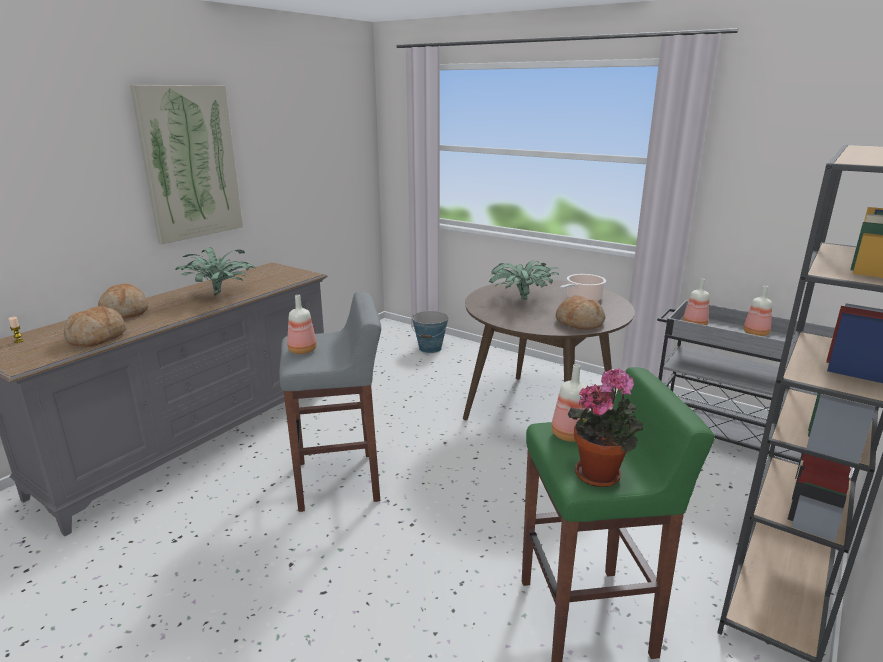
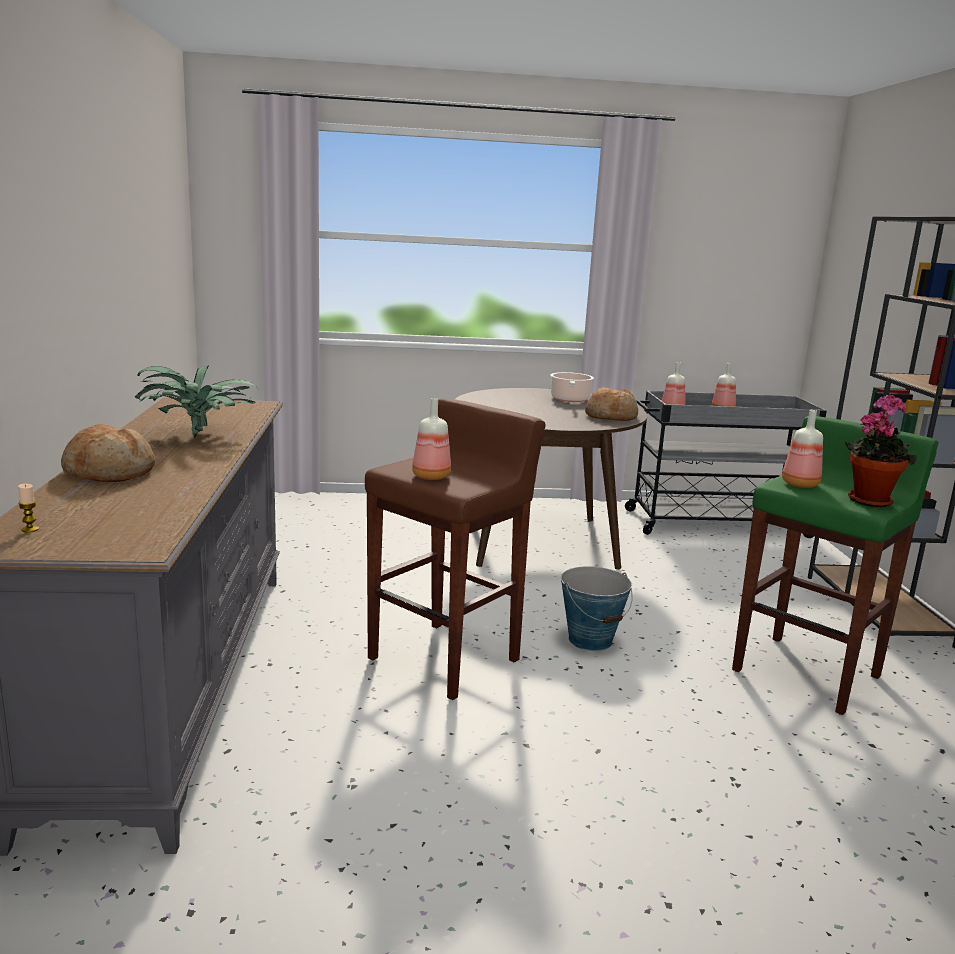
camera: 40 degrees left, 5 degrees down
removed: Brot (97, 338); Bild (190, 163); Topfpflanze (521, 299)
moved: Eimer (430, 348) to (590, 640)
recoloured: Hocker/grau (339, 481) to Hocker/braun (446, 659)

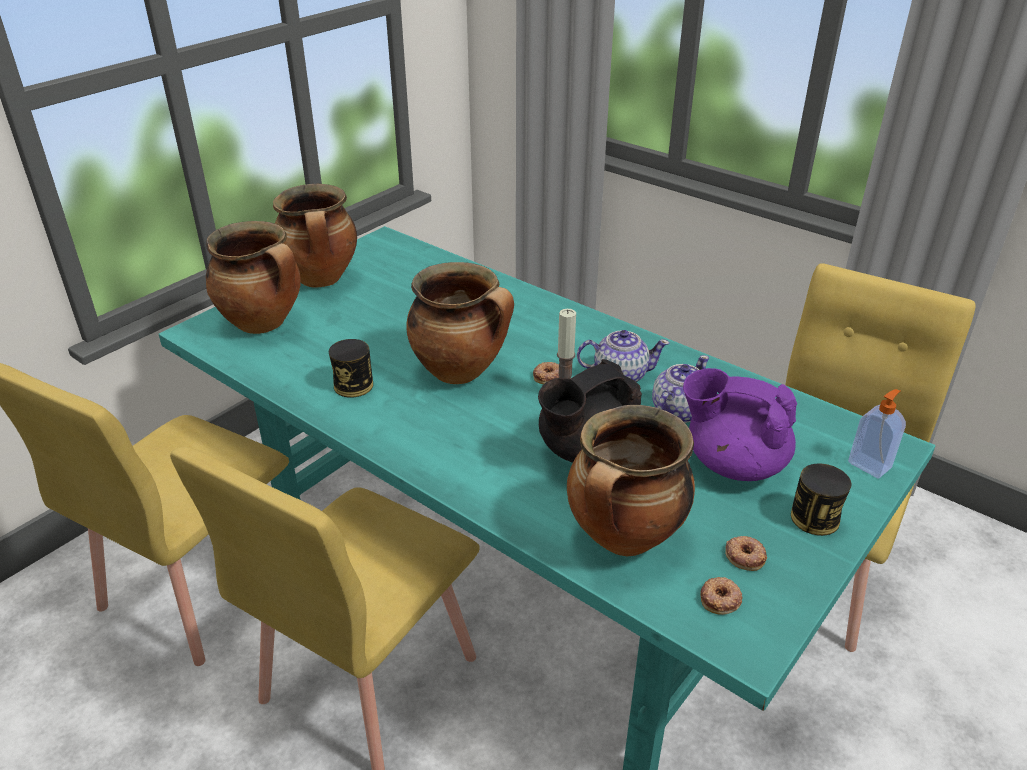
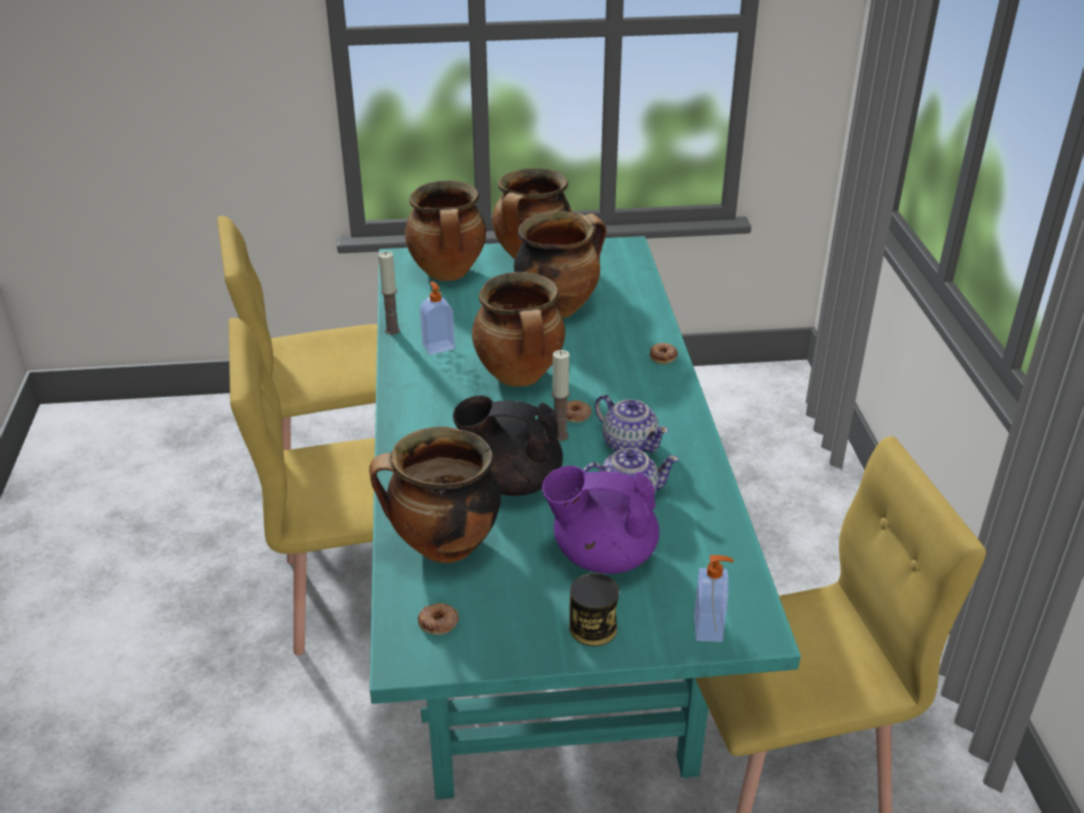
camera: 45 degrees right, 0 degrees up
added: Kerze (392, 330); Kochtopf (558, 307)
moved: Donut (745, 556) to (663, 356)
replaced: Dose (353, 385) to Seifenspender (438, 347)
turned: Teekanne/lila (733, 463) = (602, 554) 60 degrees counterclockwise

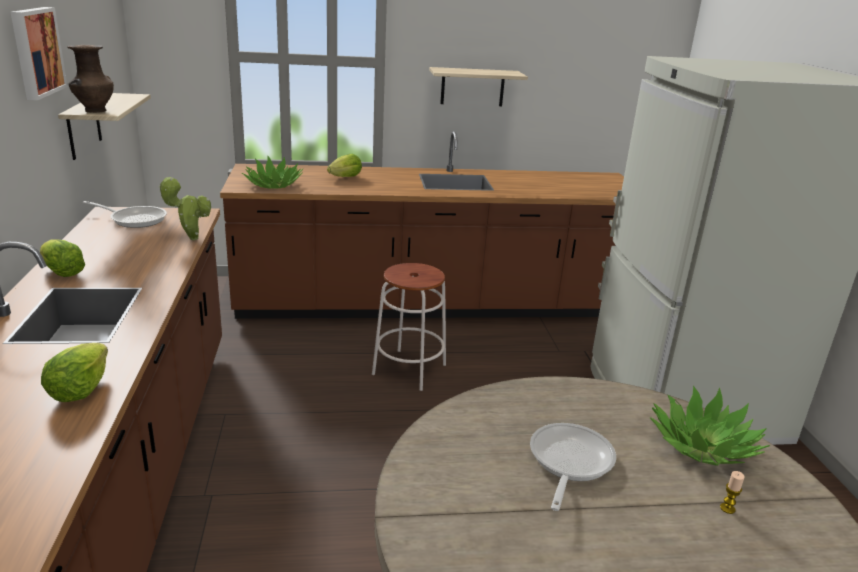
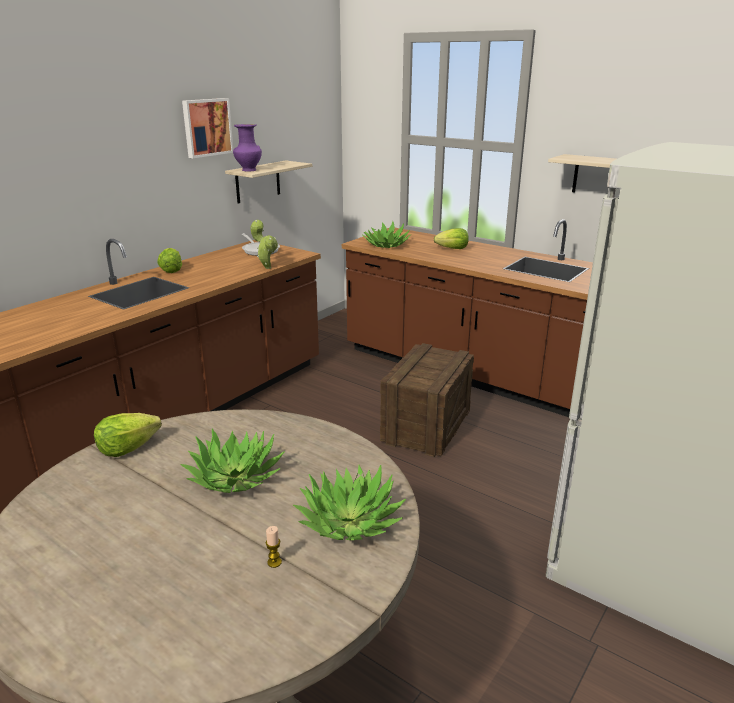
camera: 45 degrees right, 0 degrees up
moved: Salatkopf (79, 390) to (127, 448)
replaced: Pfanne (568, 463) to Topfpflanze (235, 477); Hocker/weiß (409, 369) to Kiste (426, 426)
recoloured: Vase/braun (94, 111) to Vase/lila (248, 170)

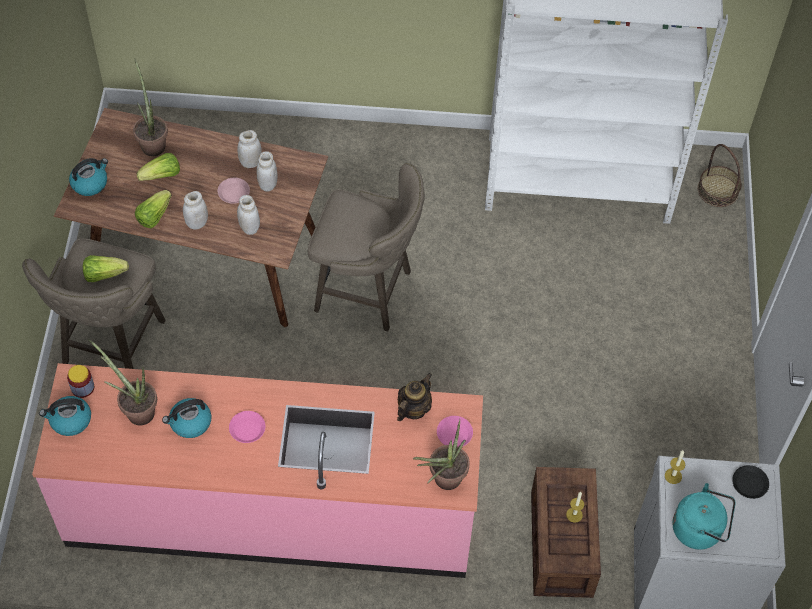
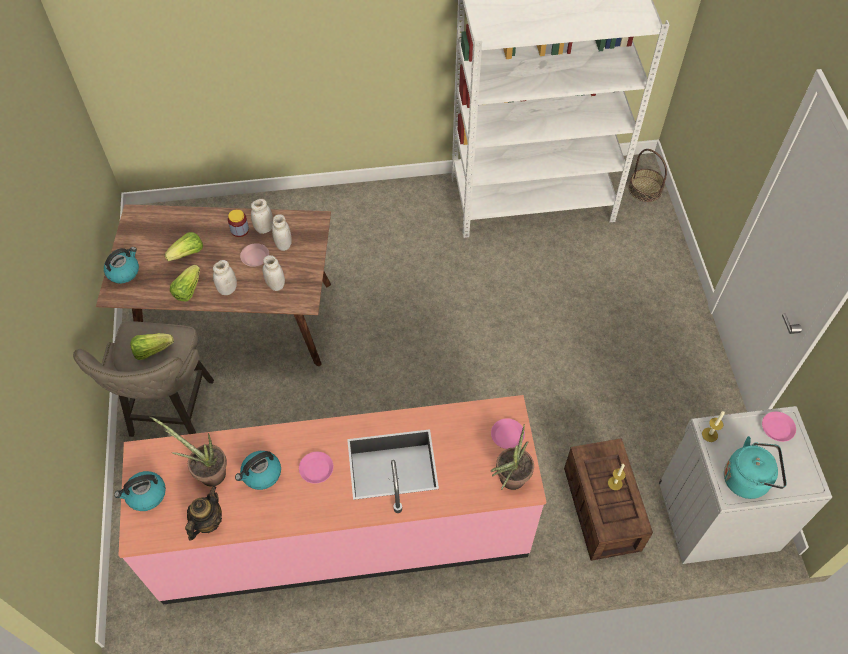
camera: 10 degrees left, 0 degrees up
removed: Topfpflanze (152, 143); Hocker/beige (368, 292)
moved: Teekanne (413, 409) to (207, 522); Vorratsglas (82, 387) to (240, 230)
recoloured: Teller/schwarz (749, 483) to Teller/rosa (777, 428)

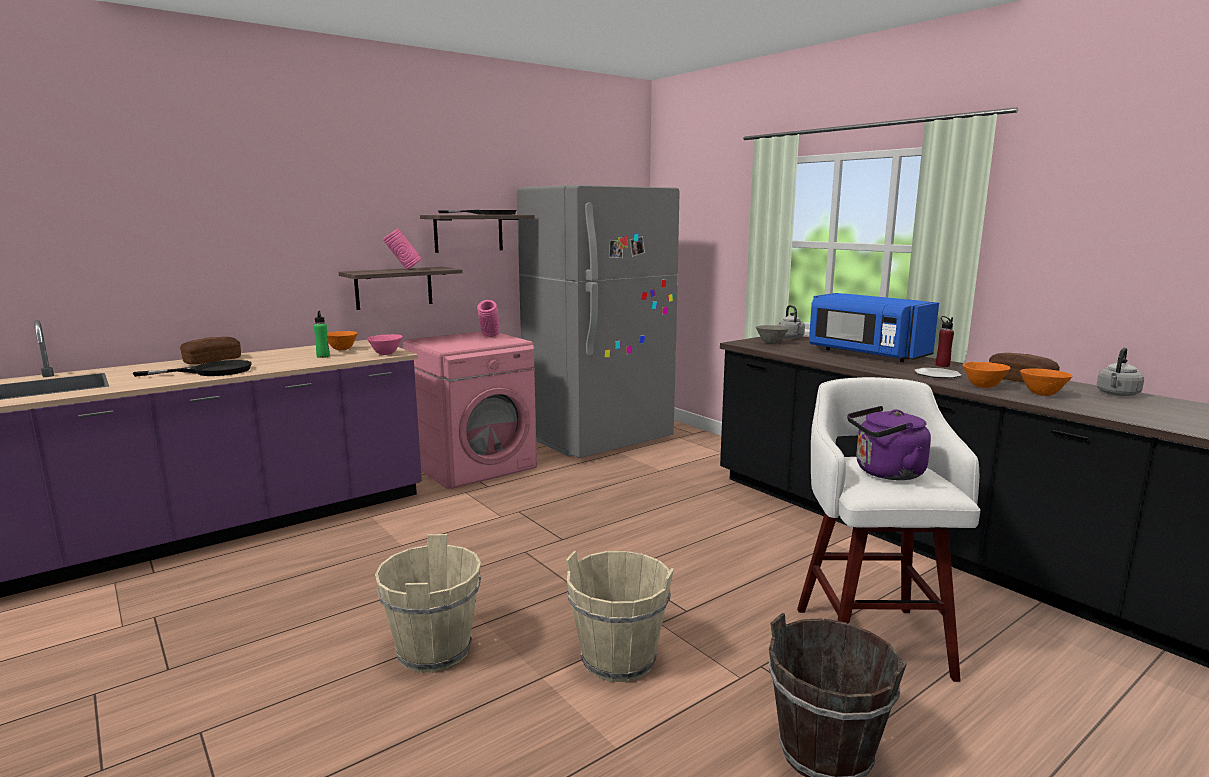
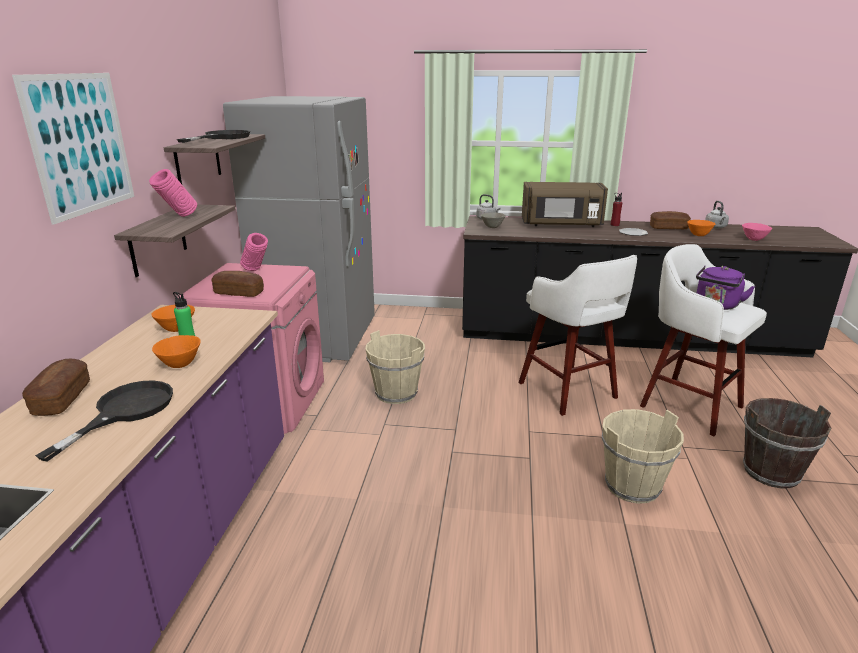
camera: 45 degrees left, 10 degrees up
added: Bild (81, 144); Brot (239, 293); Hocker/weiß (569, 392)
moved: Schüssel/orange (983, 387) to (180, 365); Eimer/beige (434, 651) to (396, 393); Schüssel/rosa (386, 354) to (754, 239)
recoloured: Mikrowelle/blau (865, 354) to Mikrowelle/braun (561, 224)

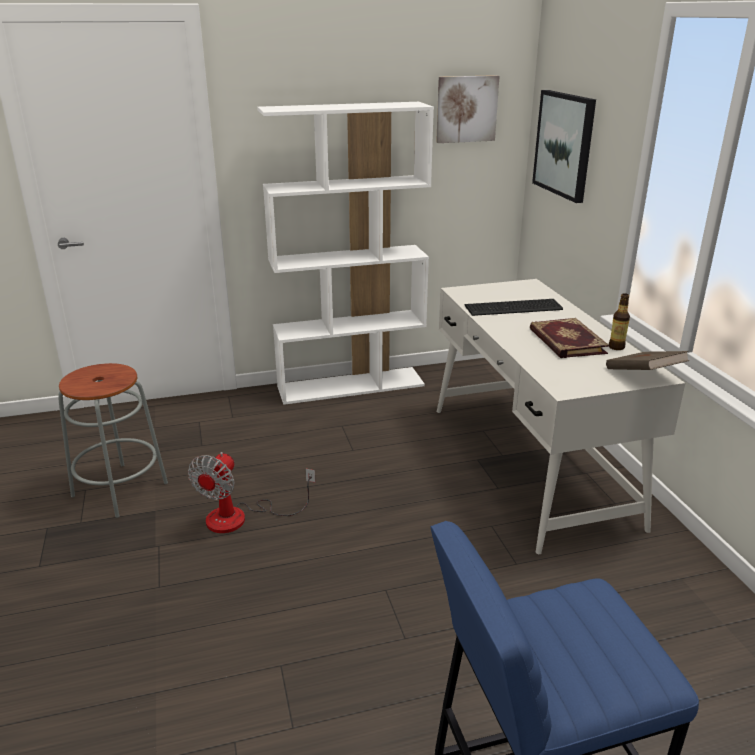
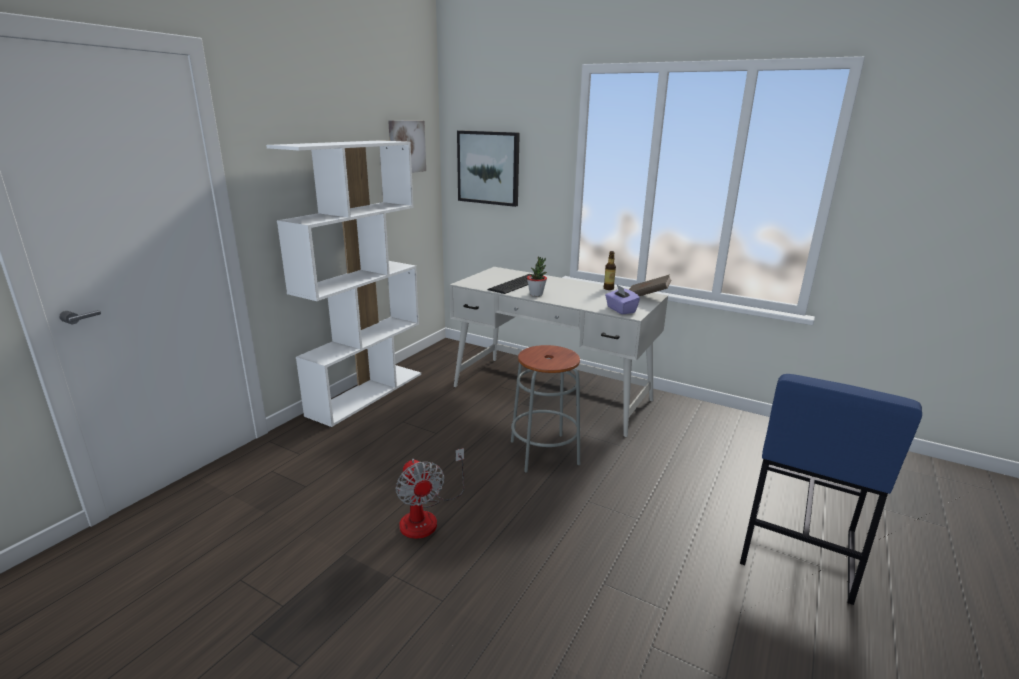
camera: 45 degrees left, 5 degrees down
removed: Buch (566, 341)
added: Topfpflanze (536, 294); Taschentuchbox/lila (620, 310)
moved: Hocker/grau (120, 489) to (544, 452)

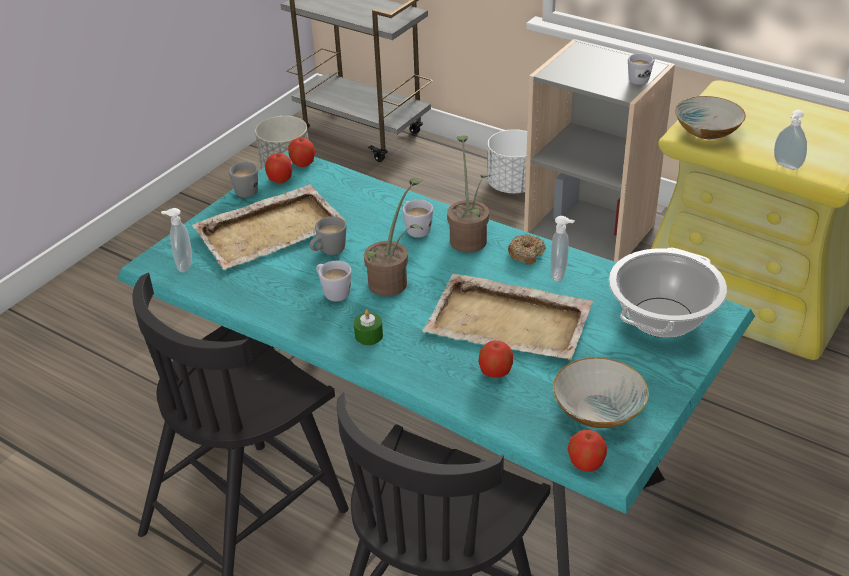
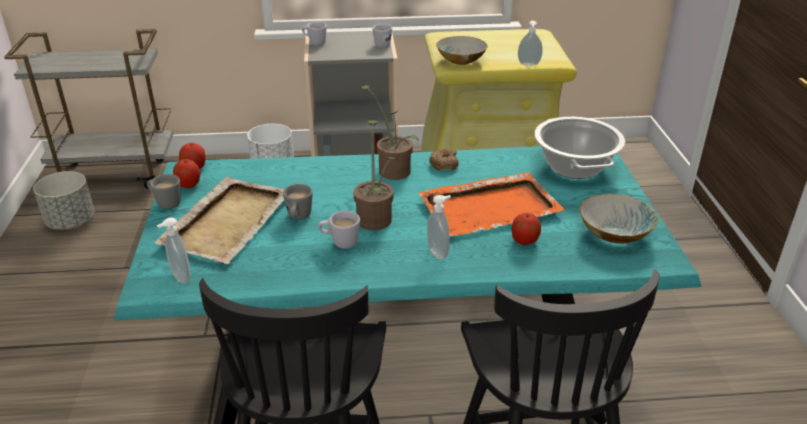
camera: 40 degrees left, 5 degrees down
removed: Kerze/grün (369, 335); Apfel (586, 464)
moved: Henkelbecher/weiß (416, 229) to (314, 42); Seifenspender (560, 274) to (439, 252)
recoloured: Tablett/beige (510, 322) to Tablett/orange (491, 207)

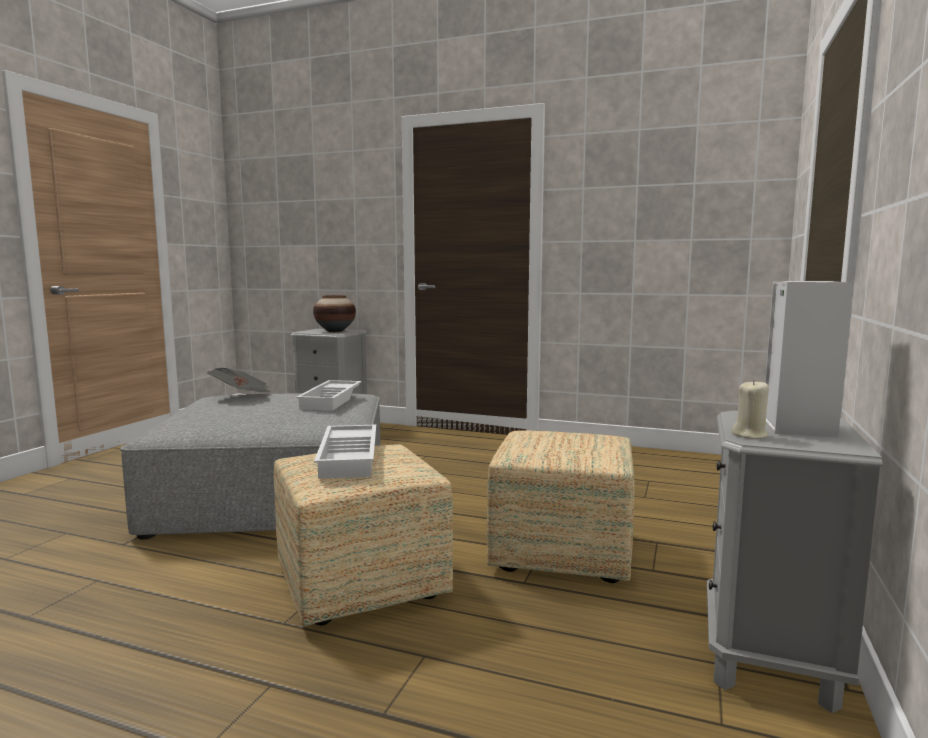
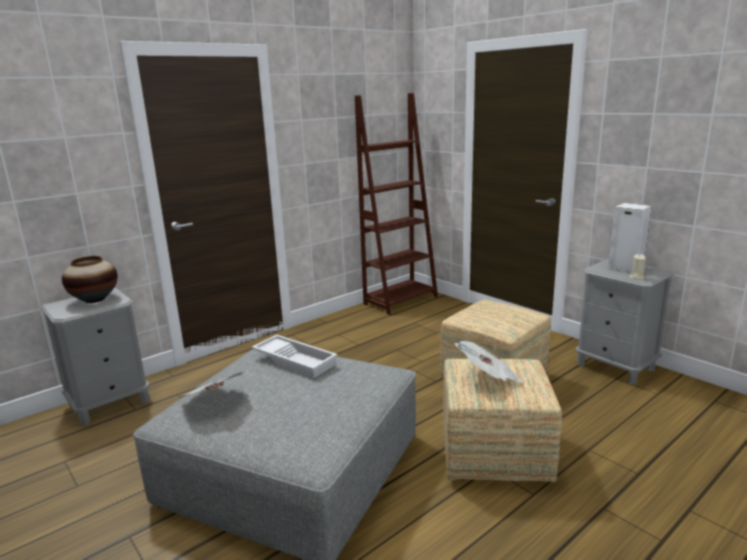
camera: 60 degrees left, 10 degrees up
added: Bücherregal/braun (400, 300)
replaced: Tablett/weiß (350, 458) to Zeitung (488, 377)

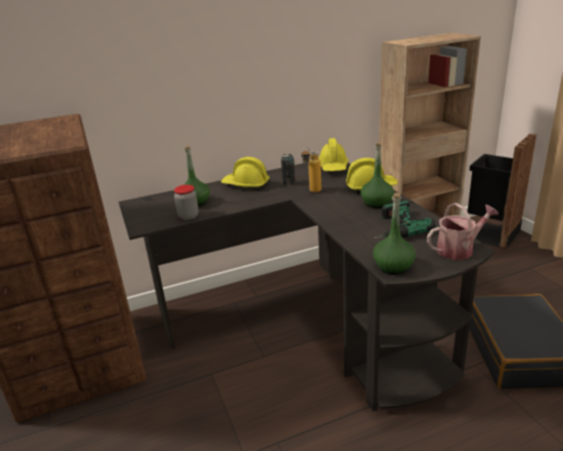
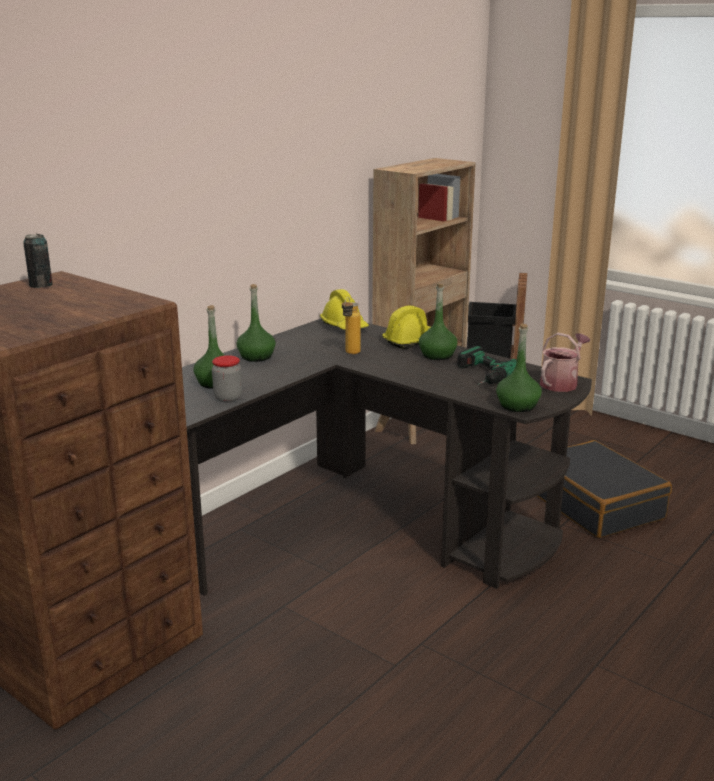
camera: 30 degrees left, 5 degrees down
moved: Dose (289, 183) to (41, 285)
replaced: Schutzhelm/gelb (246, 185) to Flasche/grün (256, 357)

